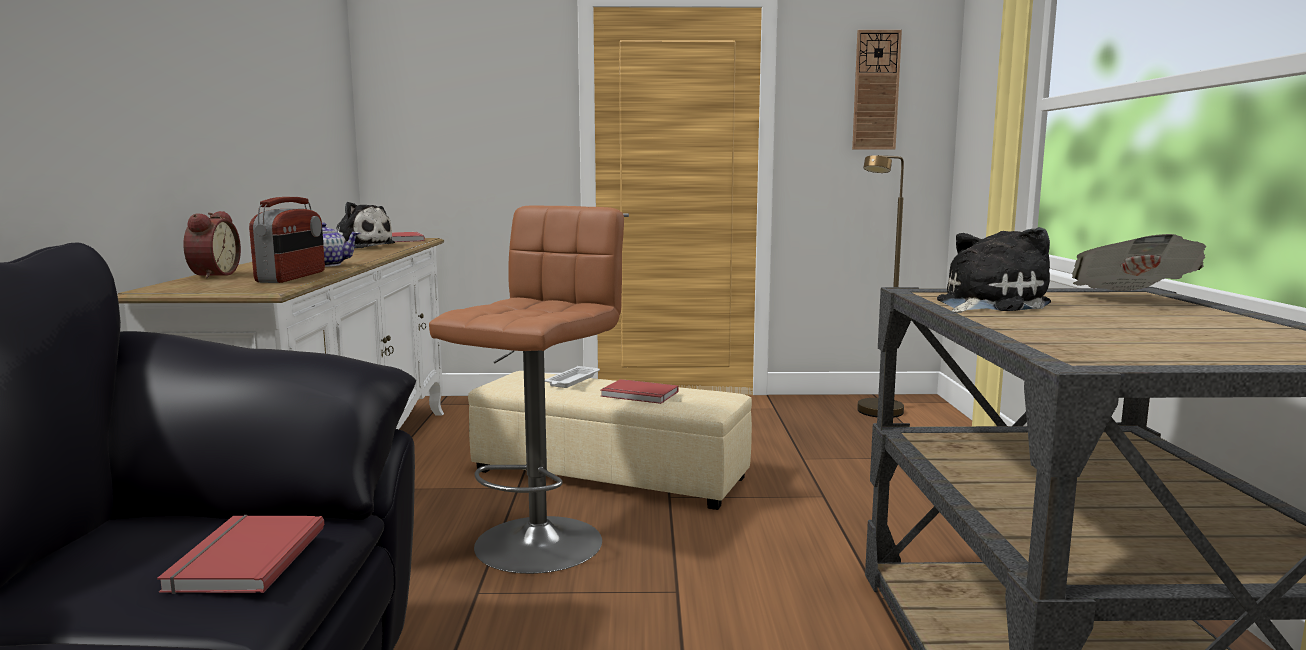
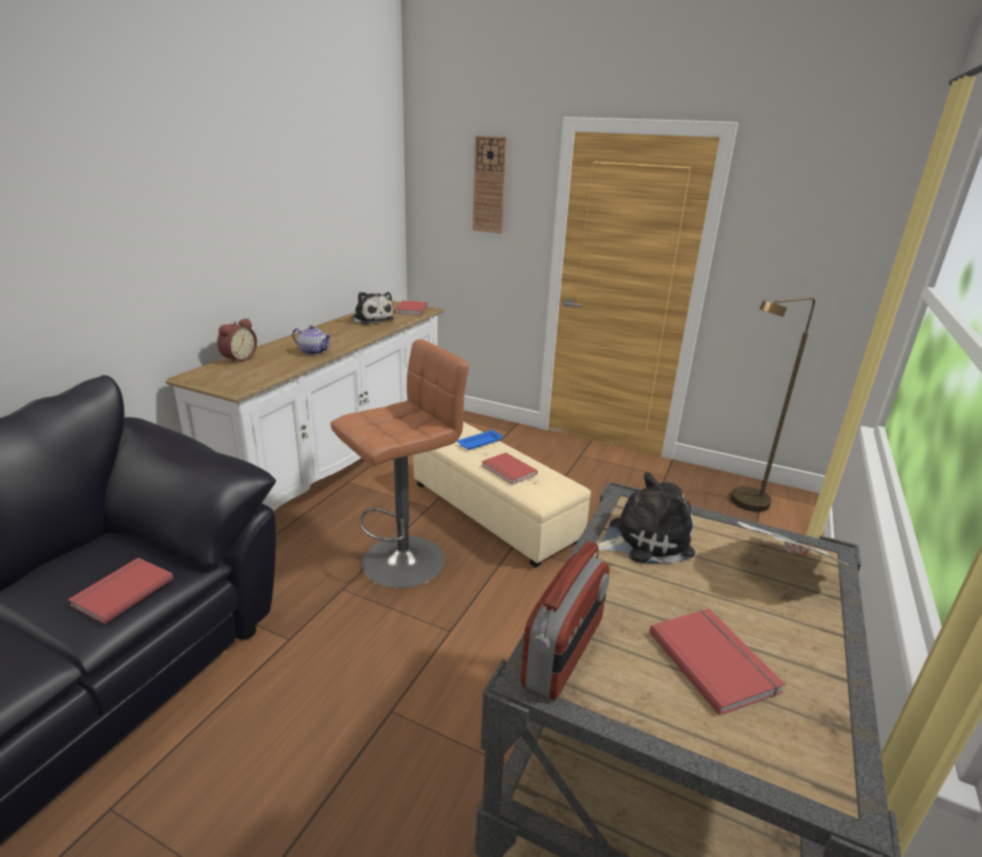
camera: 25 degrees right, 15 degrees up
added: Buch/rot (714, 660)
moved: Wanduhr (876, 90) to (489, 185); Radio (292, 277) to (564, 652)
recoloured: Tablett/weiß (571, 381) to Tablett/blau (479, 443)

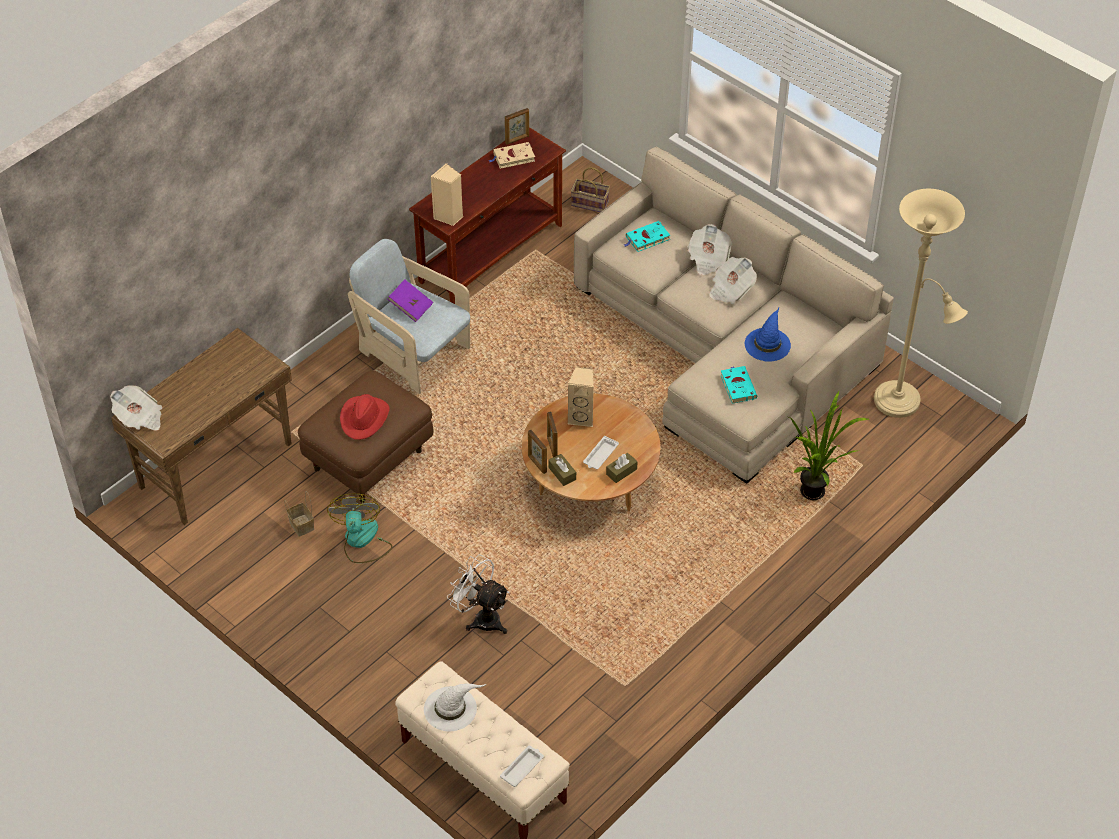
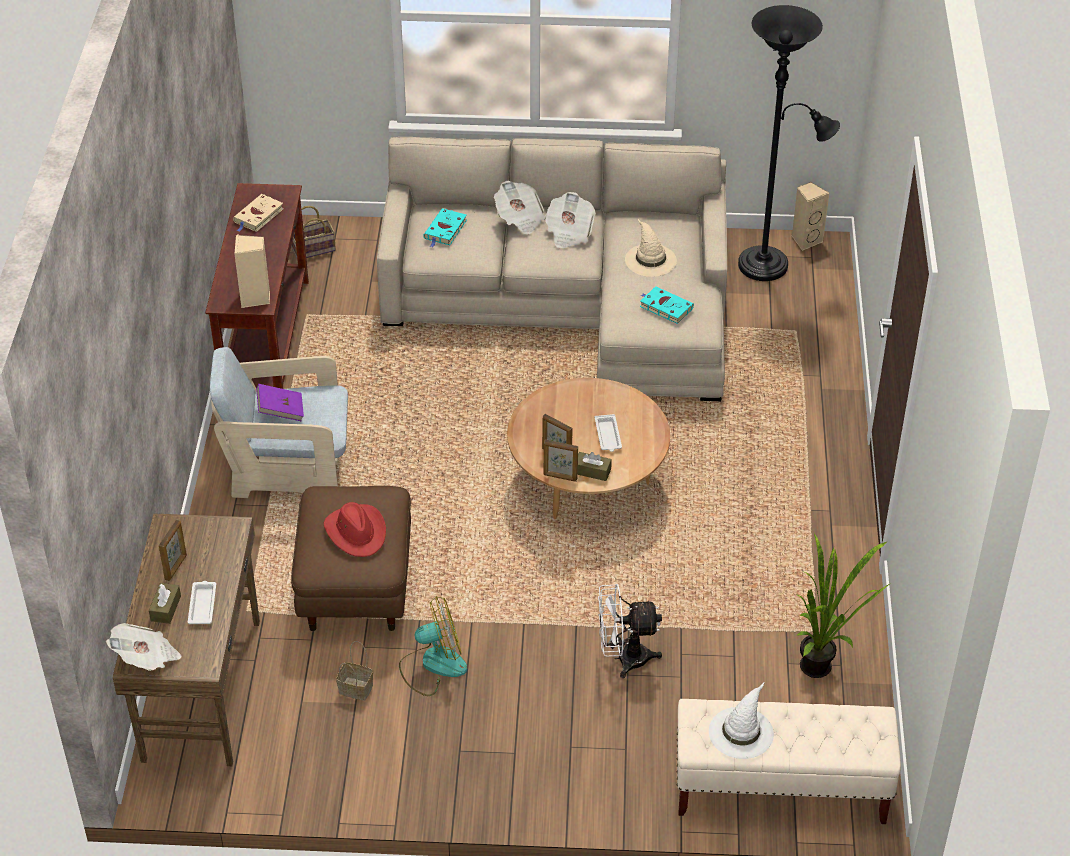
camera: 40 degrees left, 5 degrees down
moved: Taschentuchbox/braun (621, 471) to (166, 608); Bilderrahmen (517, 139) to (176, 567); Tablett/weiß (522, 767) to (202, 605); Lautsprecher/beige (582, 417) to (806, 240); Topfpflanze (816, 495) to (823, 668)
recoloured: Hut/blau (767, 344) to Hut/beige (650, 259); Stehlampe/beige (902, 403) to Stehlampe/schwarz (770, 265)
turned: Ventilator (361, 541) = (433, 665) 120 degrees clockwise

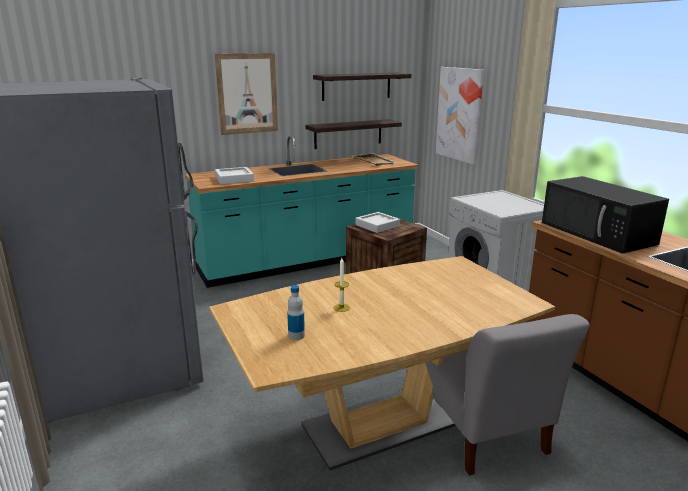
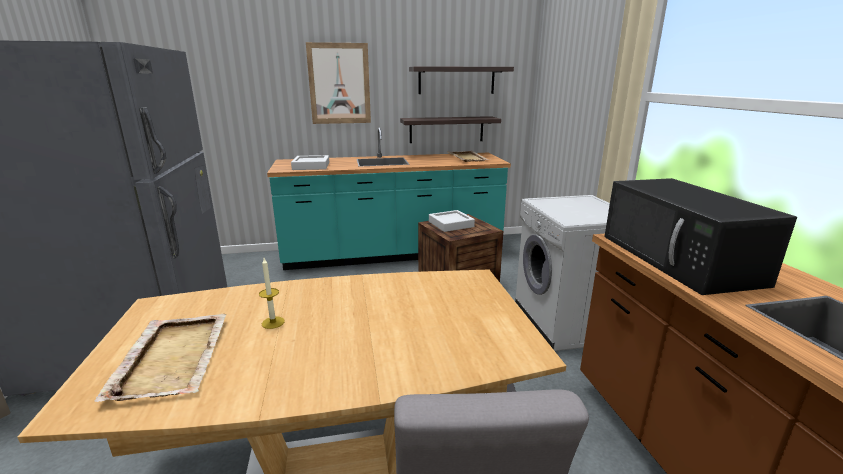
camera: 15 degrees right, 0 degrees up
removed: Bild (459, 114)
replaced: Flasche (296, 336) to Tablett/beige (173, 356)

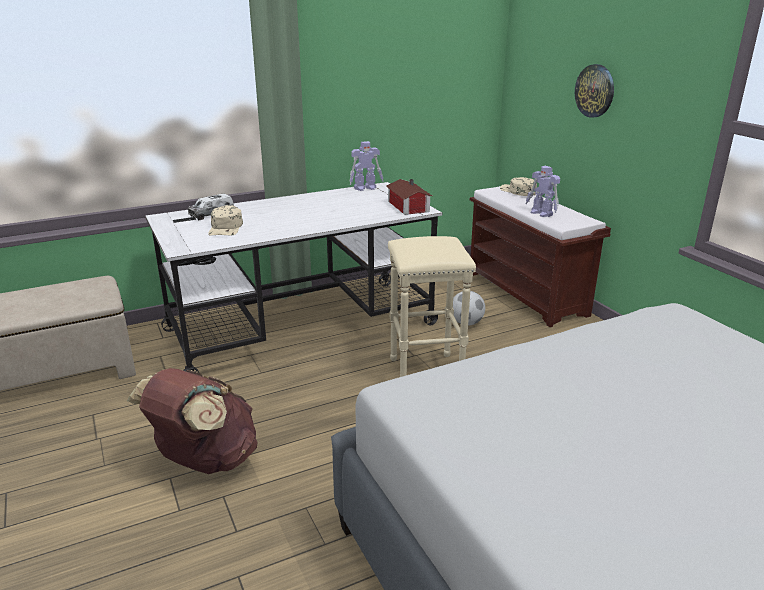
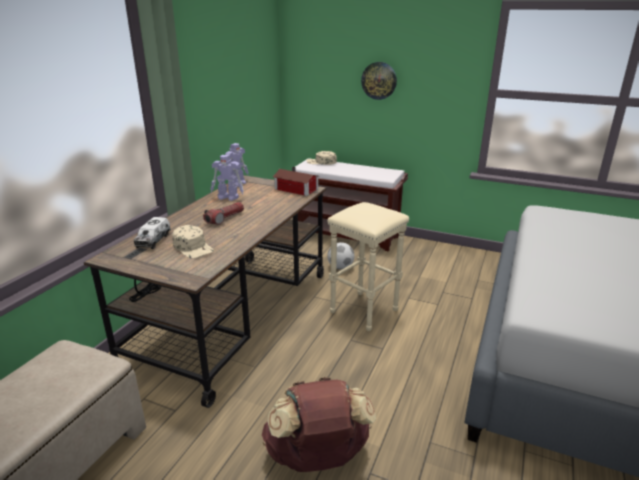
camera: 40 degrees left, 0 degrees up
added: Taschenlampe (225, 218)
moved: Spielzeugroboter (542, 213) to (228, 197)
recoloured: Schreibtisch/weiß (301, 327) to Schreibtisch/braun (233, 318)

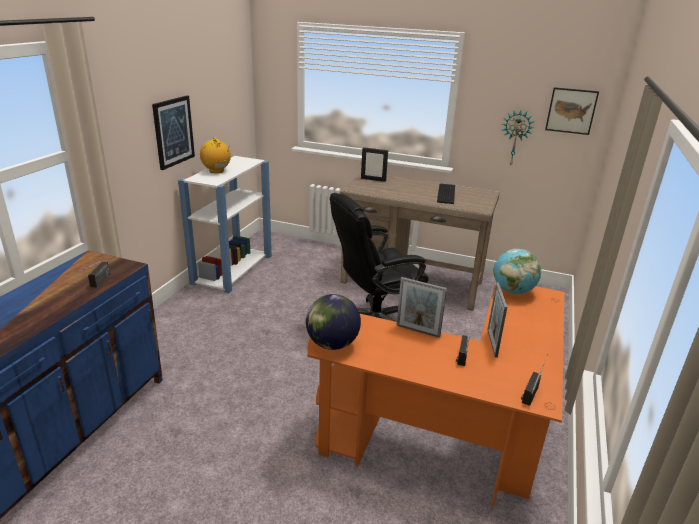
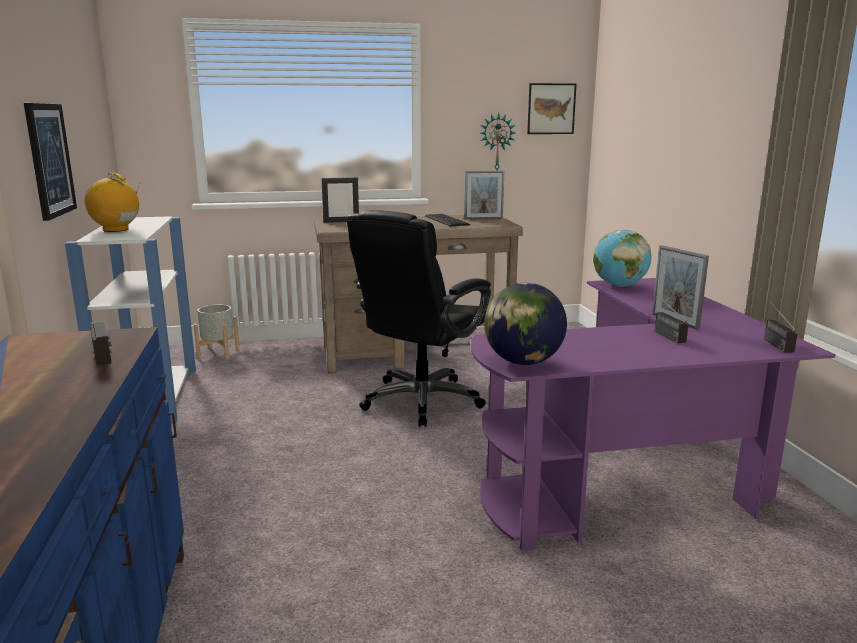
camera: 30 degrees left, 10 degrees down
added: Pflanzkübel/grau (218, 353)
moved: Bilderrahmen (418, 331) to (483, 219)
recoloured: Schreibtisch/orange (453, 434) to Schreibtisch/lila (636, 471)

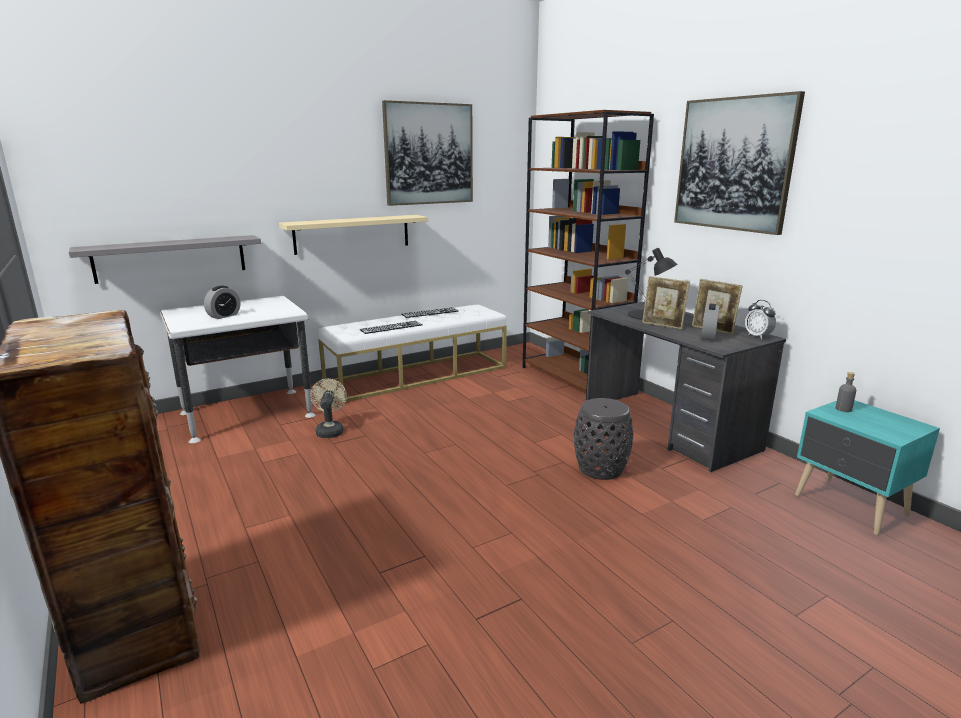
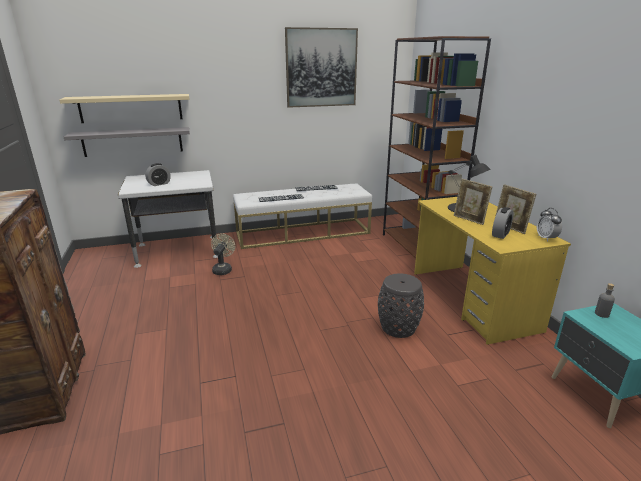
camera: 15 degrees right, 5 degrees up
removed: Bild (734, 164)
moved: Wandregal/beige (352, 234) to (131, 108)
recoloured: Schreibtisch/grau (668, 428) to Schreibtisch/gelb (472, 300)

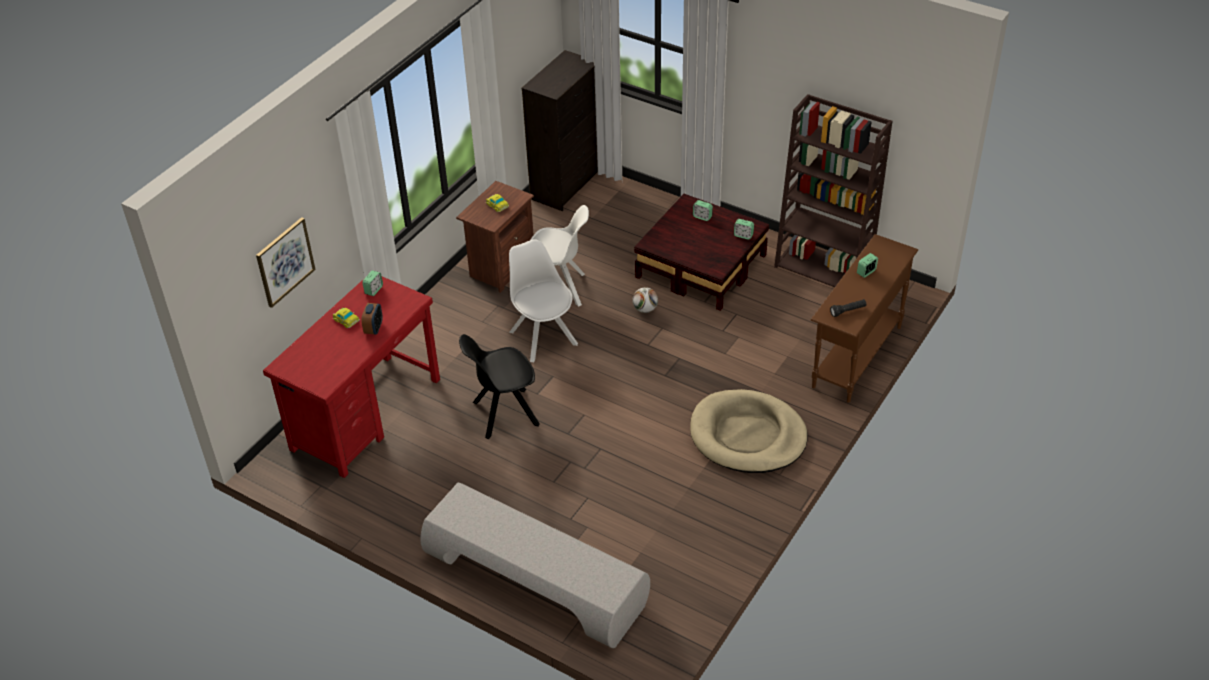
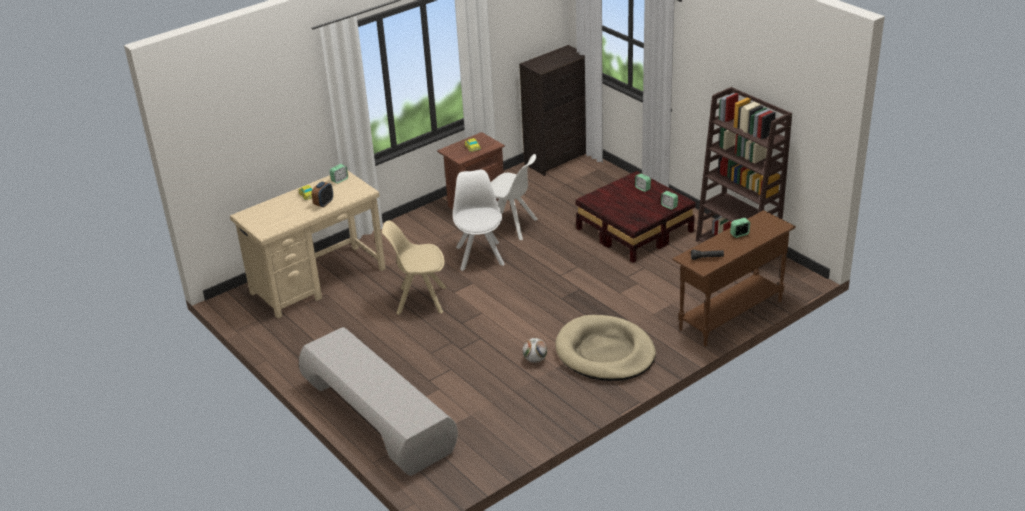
camera: 20 degrees right, 10 degrees down
removed: Bild (285, 261)
moved: Fußball (645, 309) to (535, 359)
recoloured: Schreibtisch/rot (365, 413) to Schreibtisch/beige (318, 280); Stuhl/schwarz (504, 413) to Stuhl/beige (420, 300)

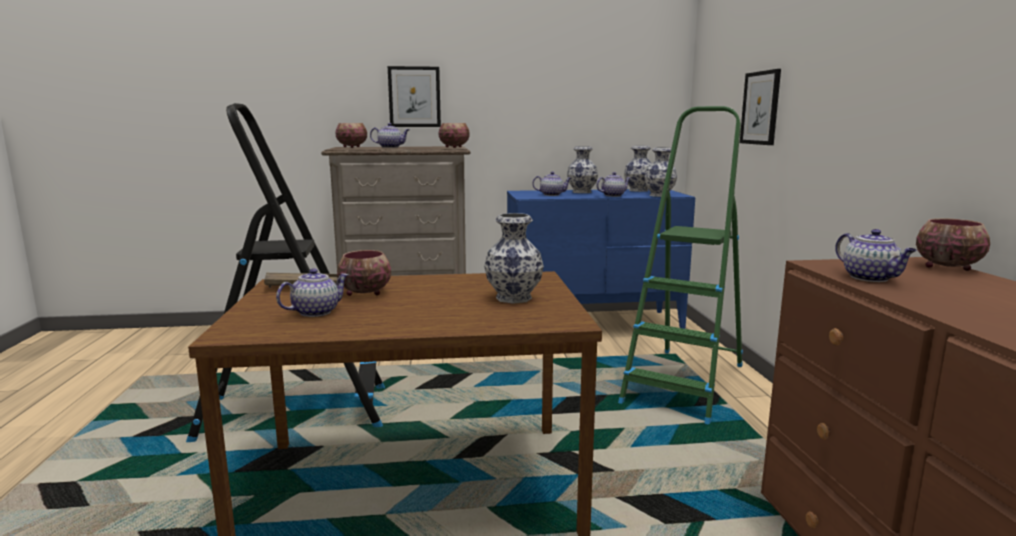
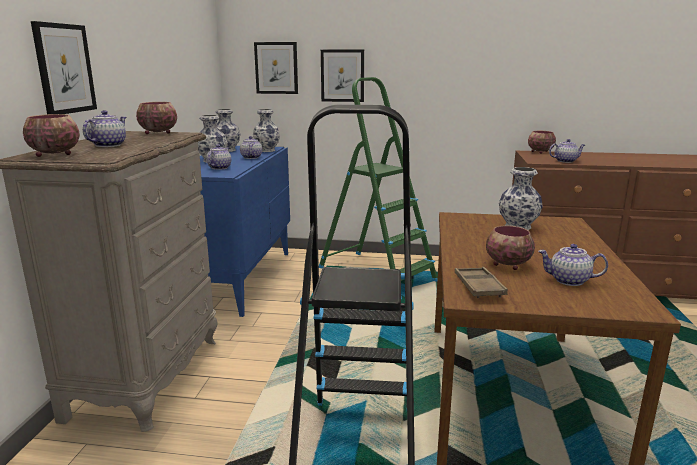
camera: 75 degrees left, 5 degrees up
added: Bild (276, 68)
turned: Teekanne (316, 312) = (568, 280) 45 degrees counterclockwise

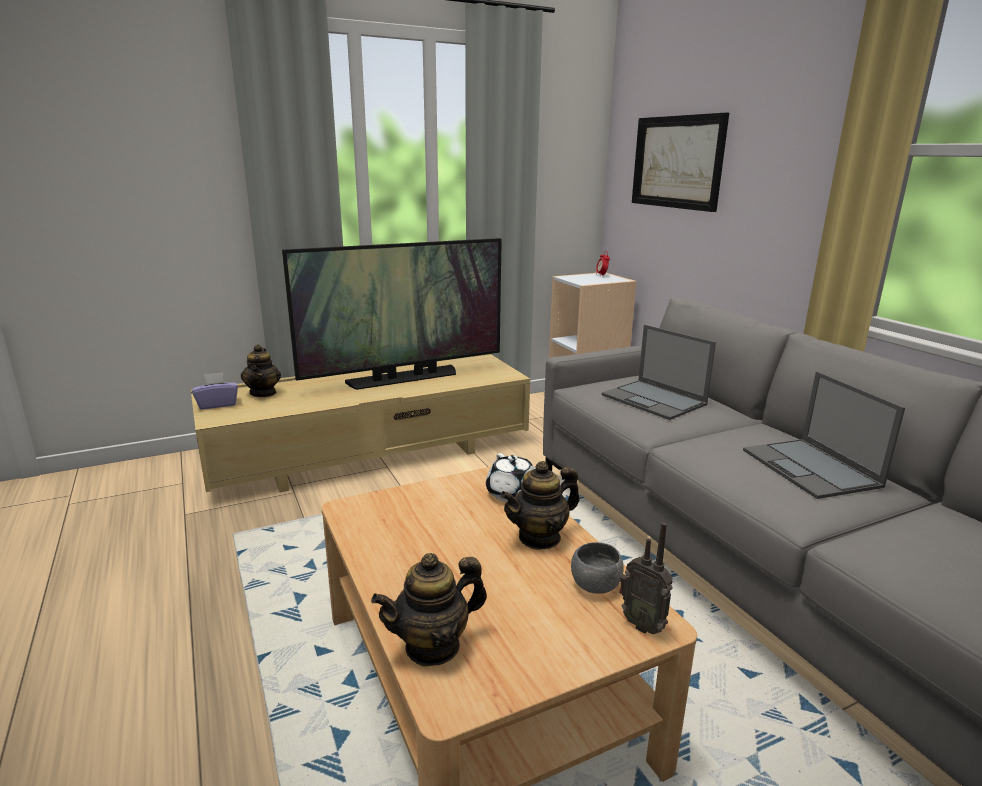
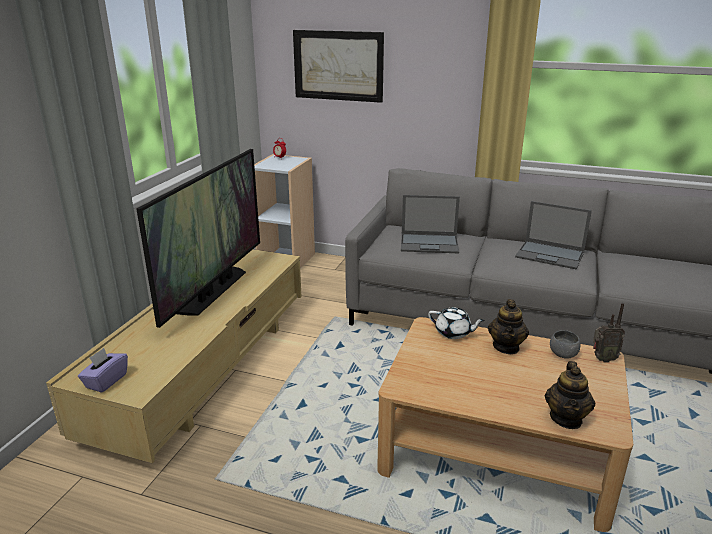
camera: 45 degrees left, 5 degrees up
removed: Teekanne (263, 393)

